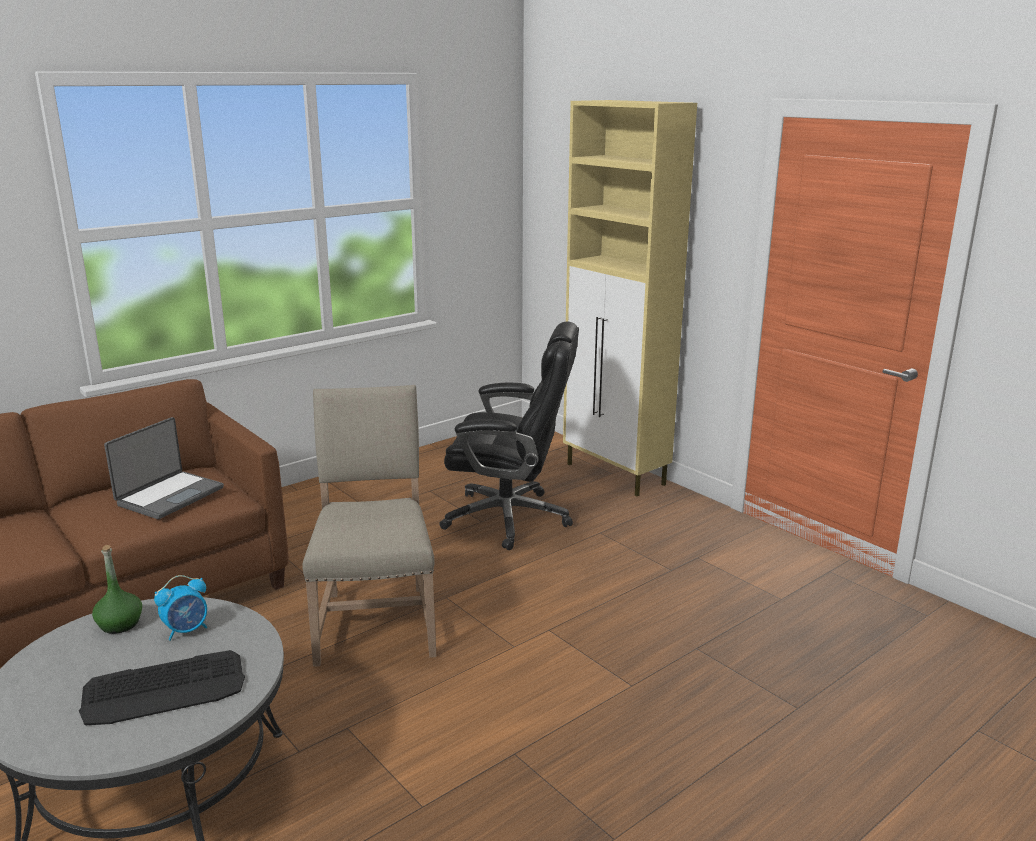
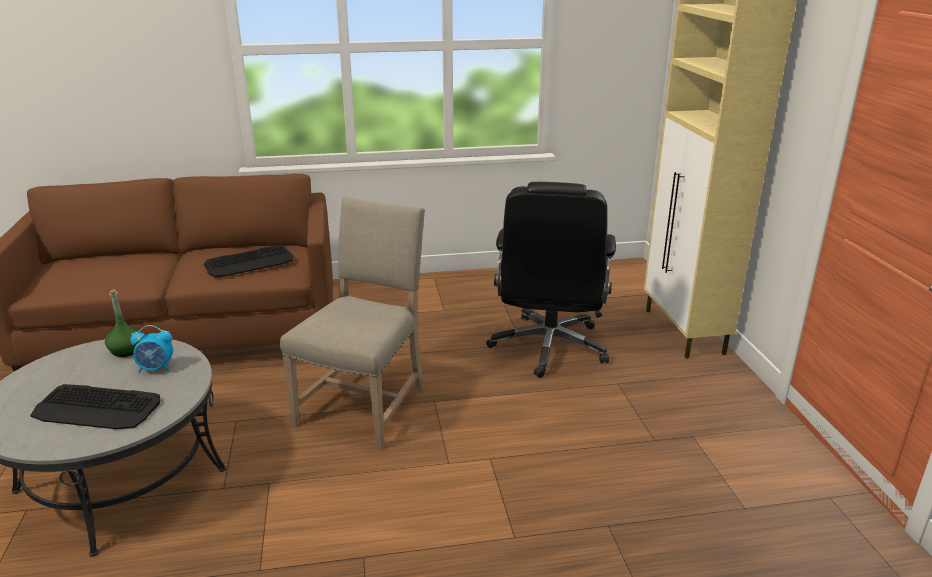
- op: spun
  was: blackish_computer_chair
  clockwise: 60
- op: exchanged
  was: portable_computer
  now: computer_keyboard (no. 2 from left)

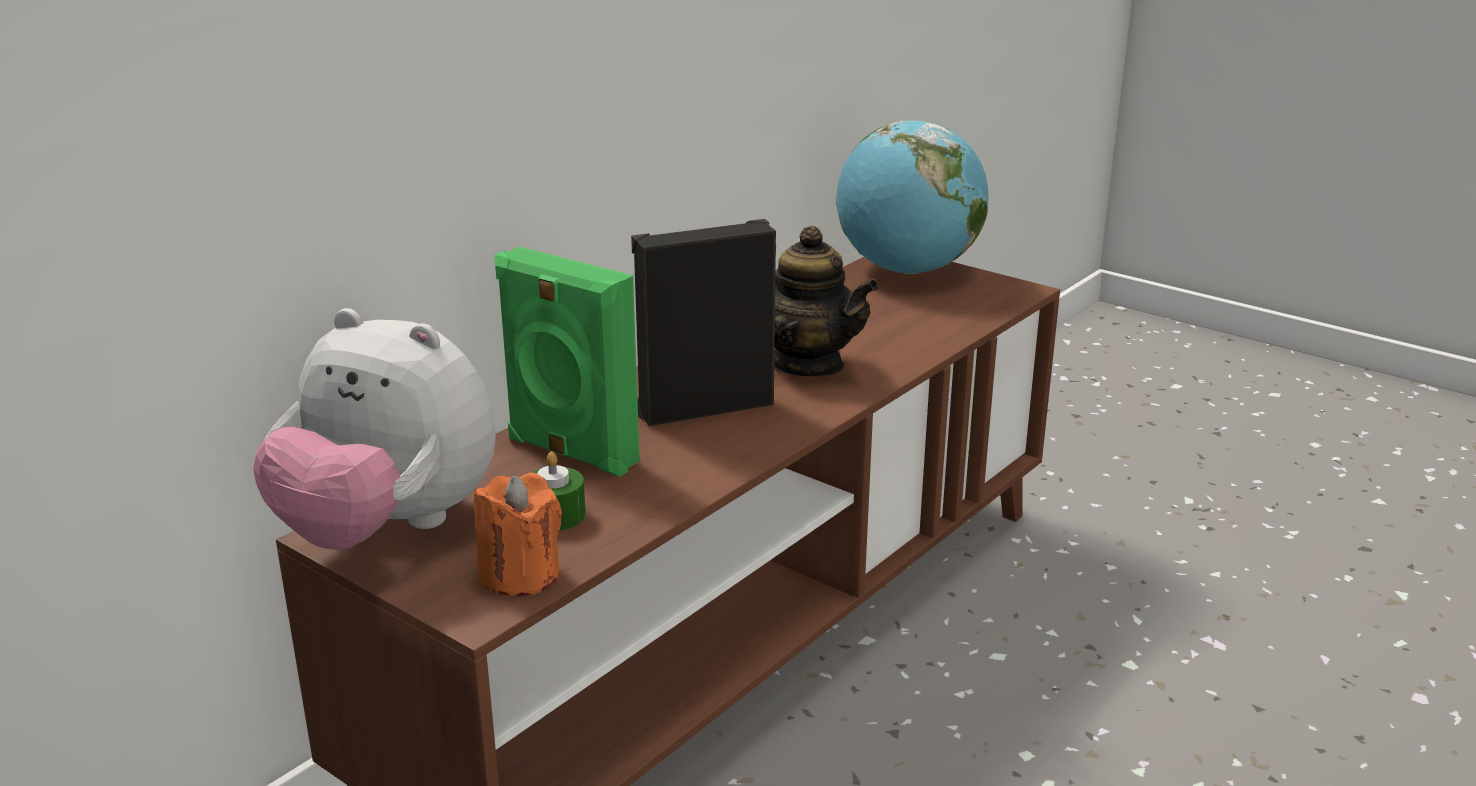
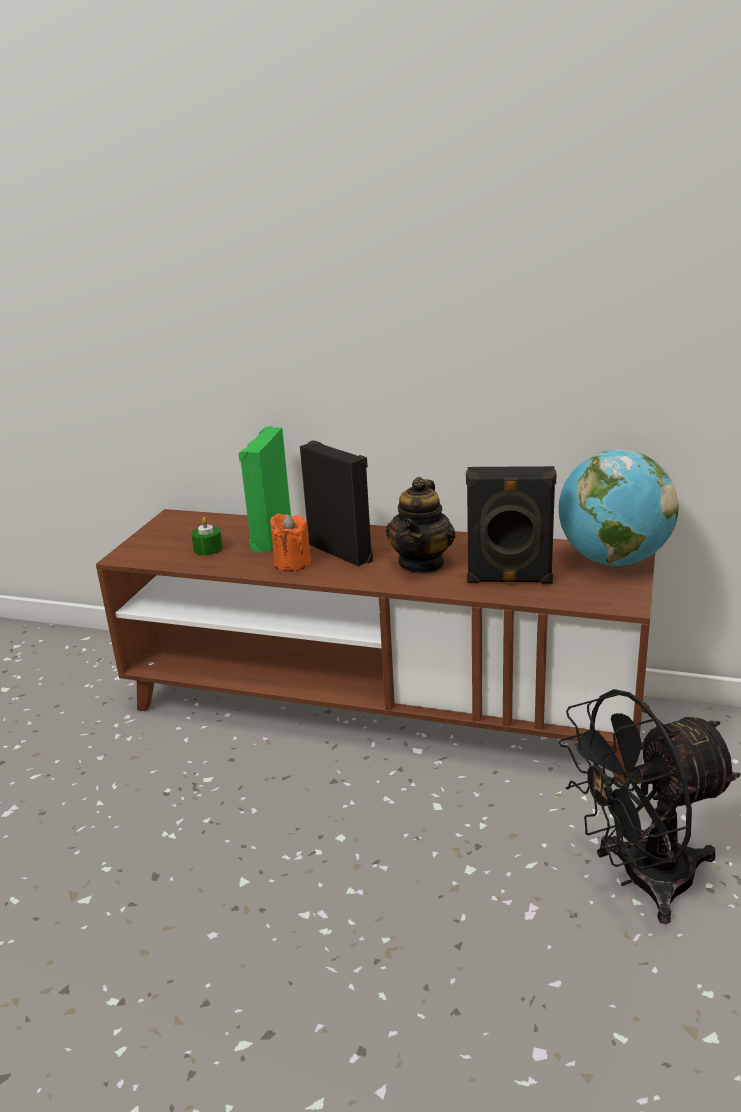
- op: missing
  was: plush_toy
- op: relocated
  was: orange-coloured_wax_light
- op: appeared
  now: blackish_loudspeaker (no. 2 from left)
- op: appeared
  now: blackish_cooling_fan

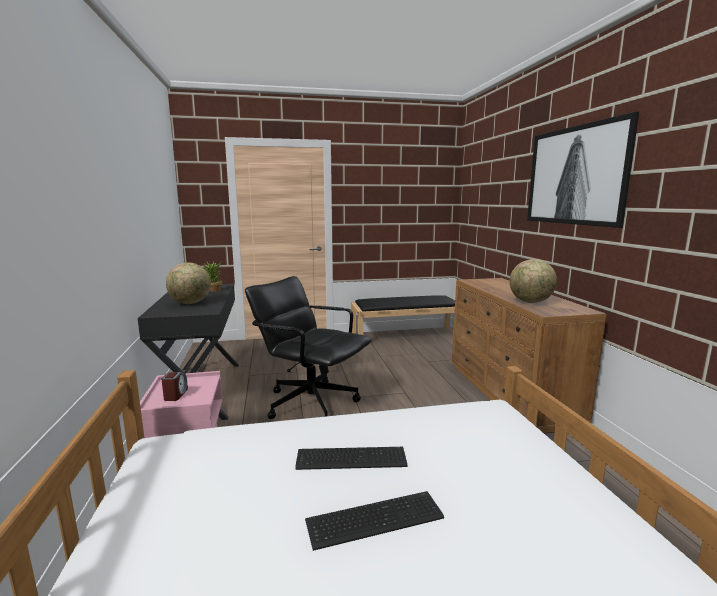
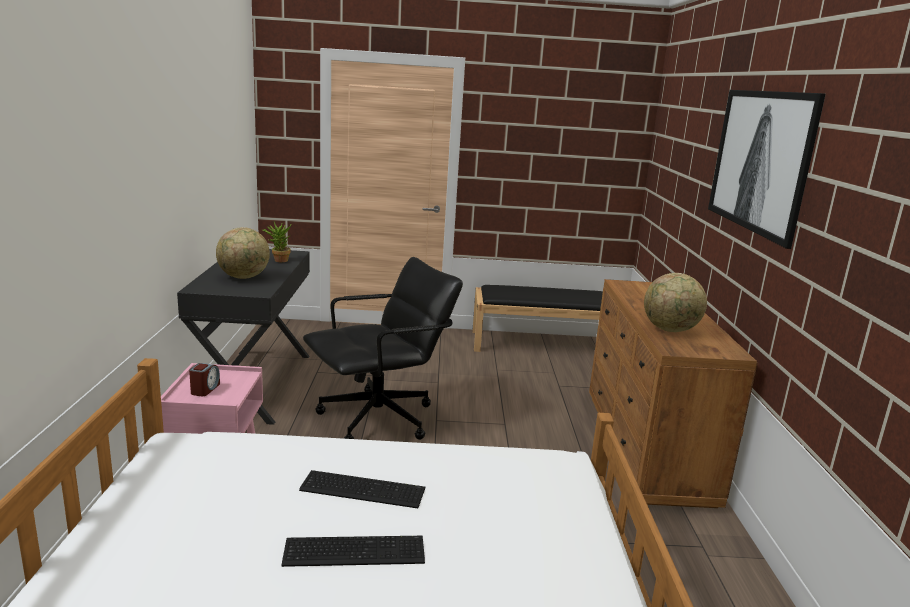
- op: spun
  was: blackish_computer_chair
  clockwise: 105

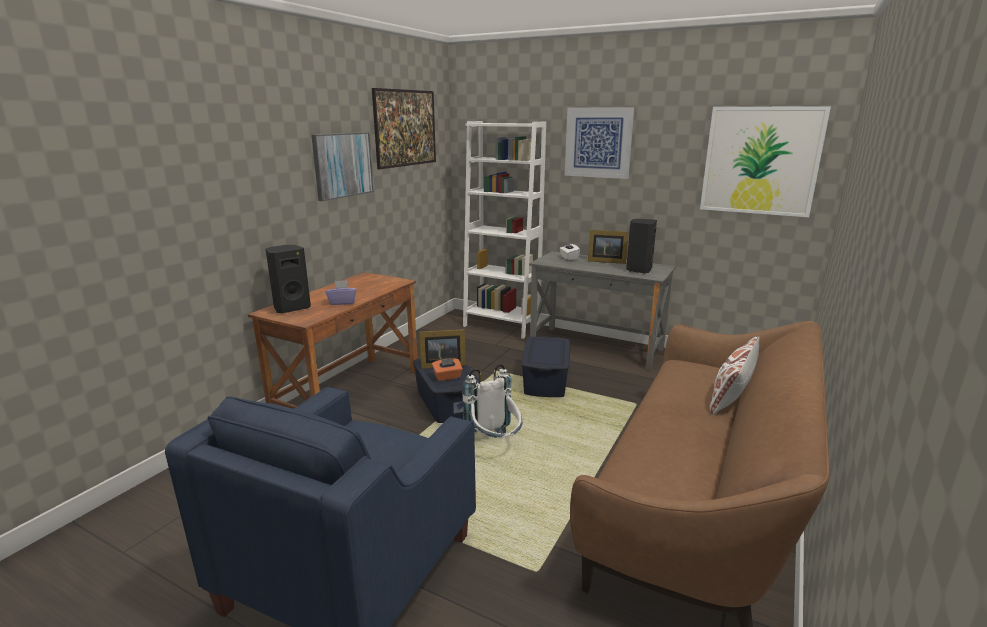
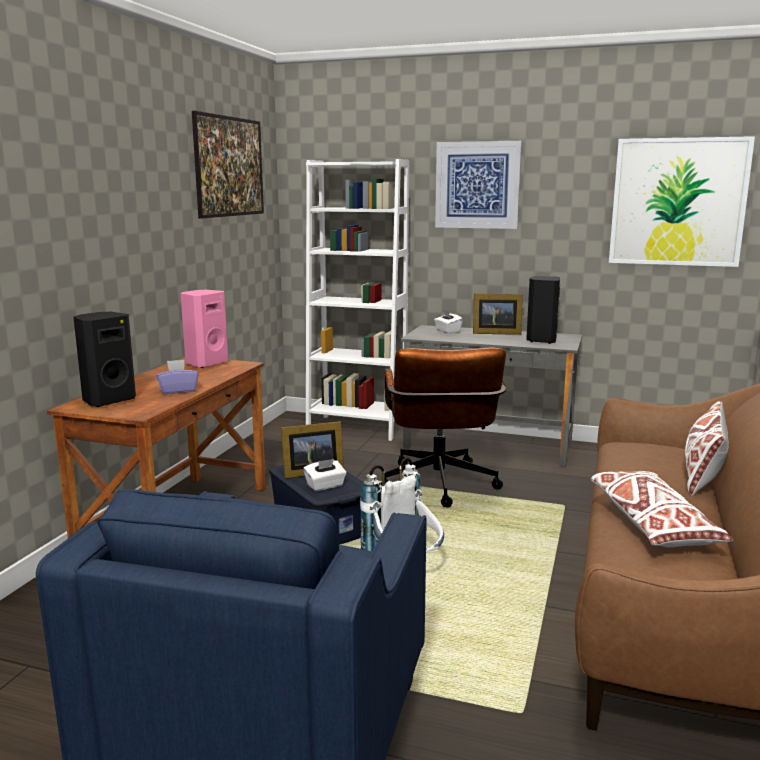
- op: missing
  was: wall_art (no. 1 from left)
- op: exchanged
  was: bluish_storage_container (no. 2 from left)
  now: brown-coloured_computer_chair
- op: colour
  was: orange-coloured_tissue_holder
  now: white-coloured_tissue_holder (no. 1 from left)
- op: appeared
  now: pink-coloured_loudspeaker
- op: appeared
  now: white-coloured_cushion (no. 1 from left)

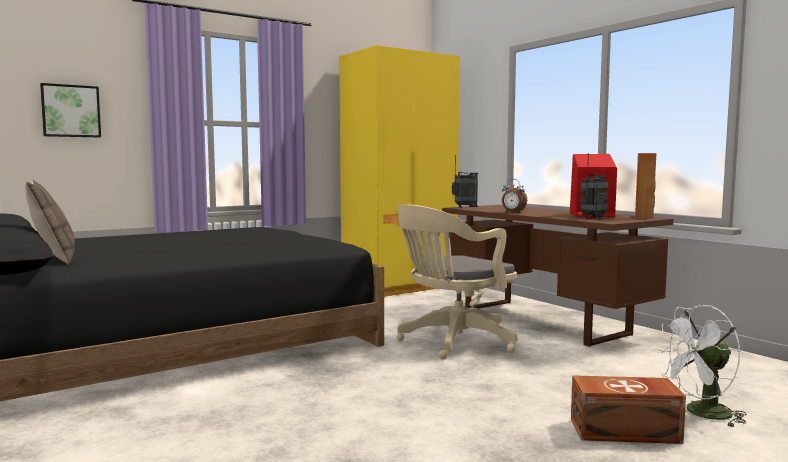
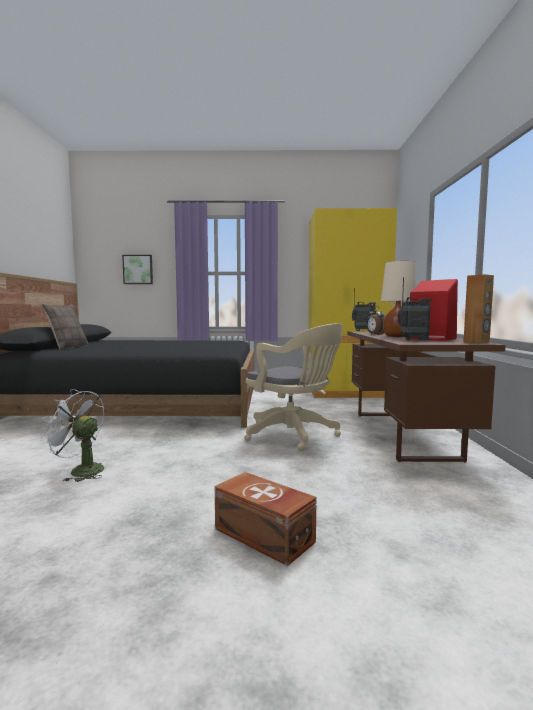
- op: spun
  was: beige_computer_chair
  clockwise: -135
- op: relocated
  was: white-coloured_cooling_fan
- op: appeared
  now: beige_table_lamp

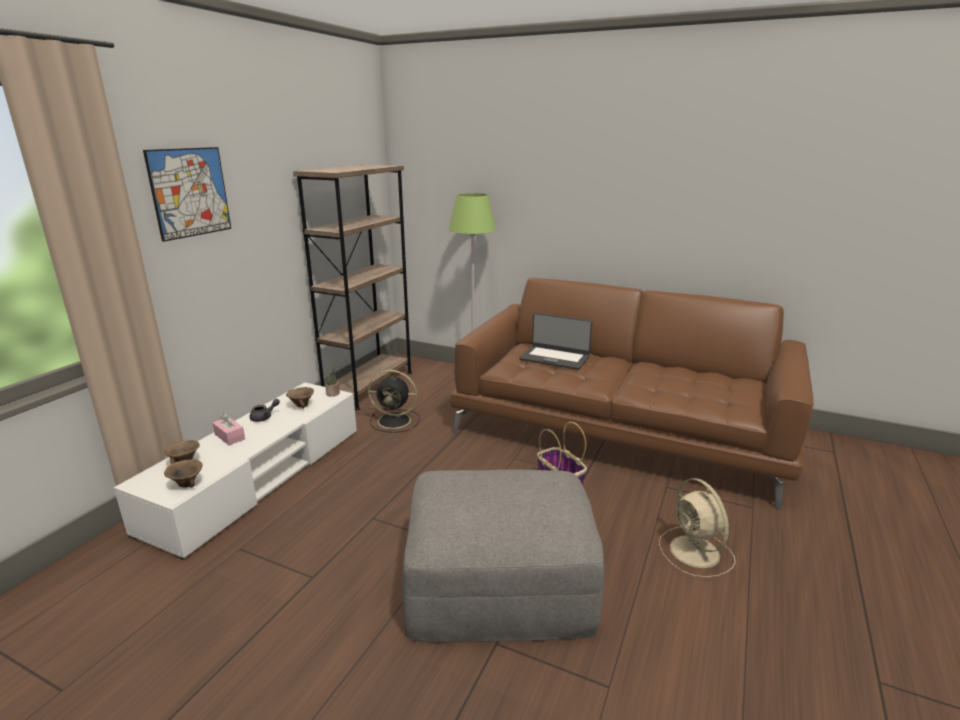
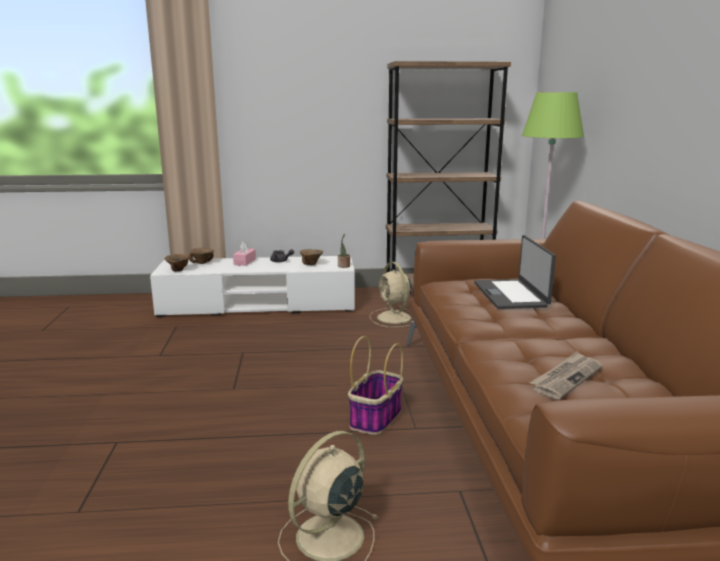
- op: missing
  was: wall_art
- op: colour
  was: blackish_cooling_fan
  now: beige_cooling_fan (no. 2 from left)
- op: missing
  was: grey_ottoman
- op: appeared
  now: printed_paper

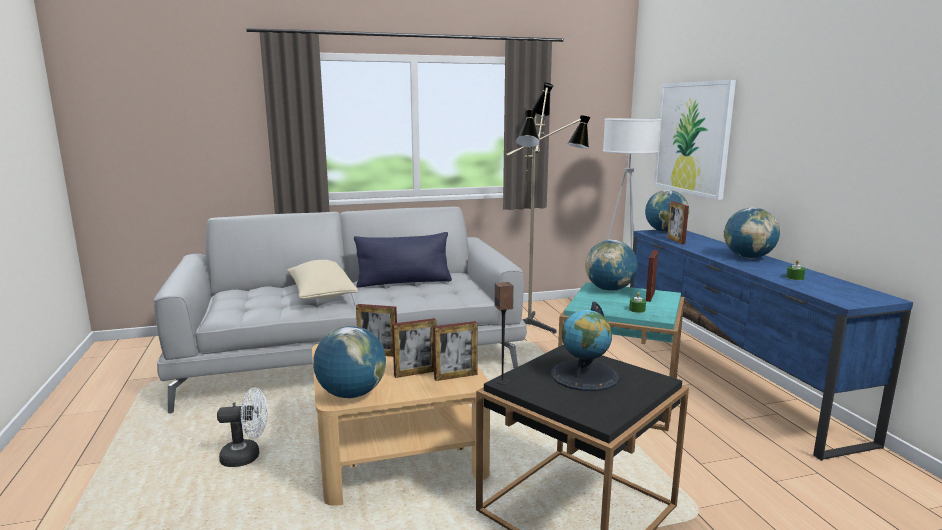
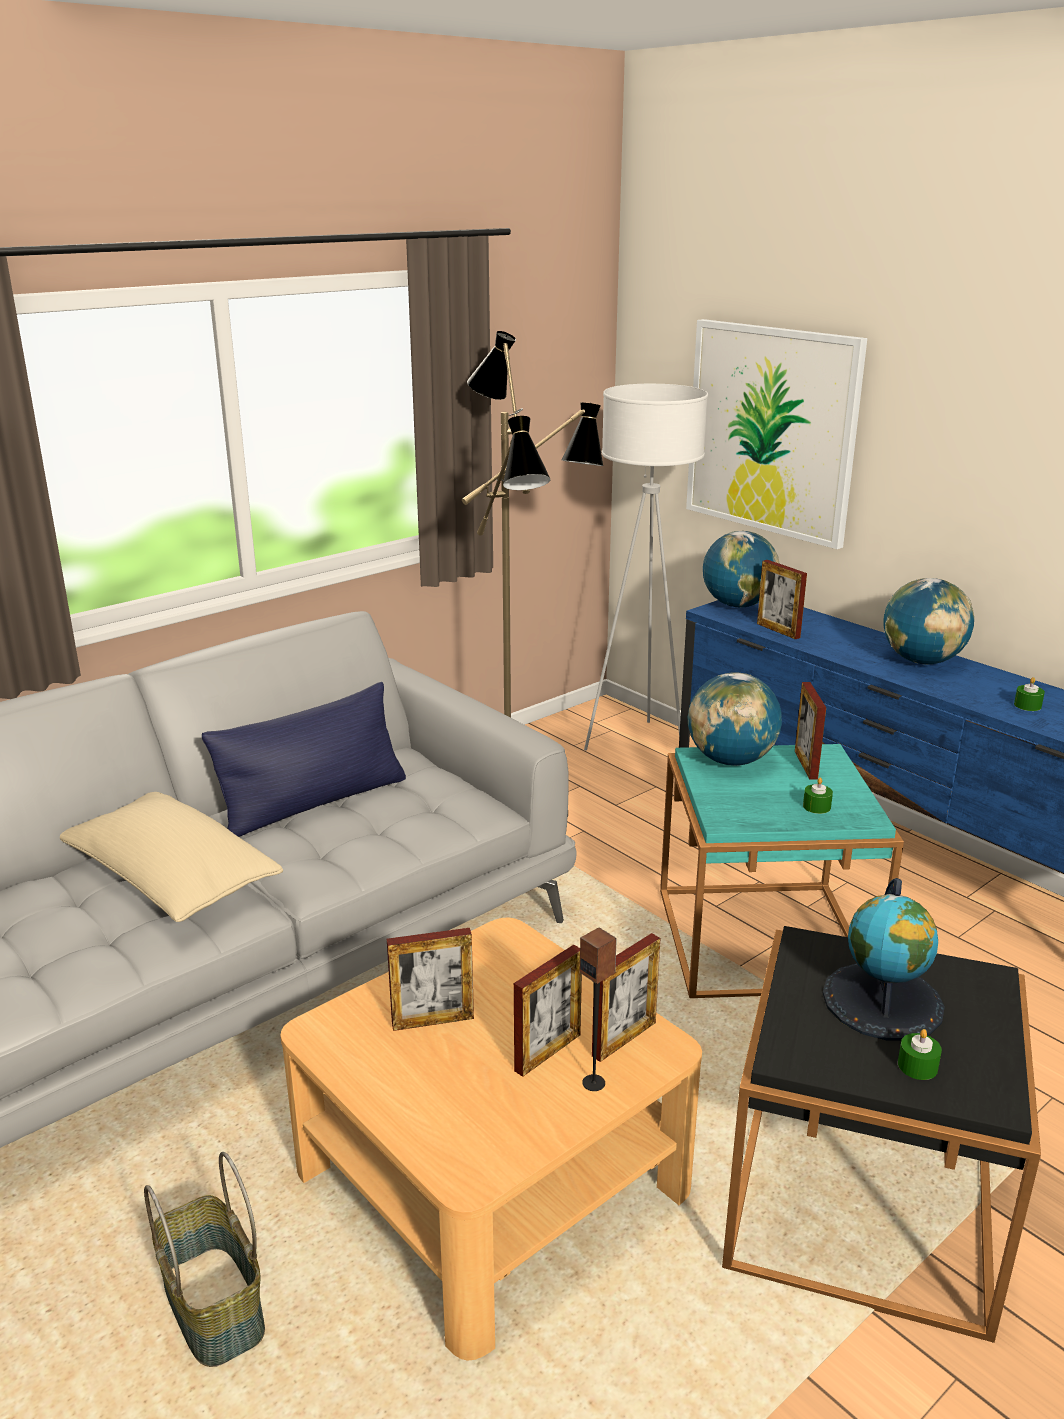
- op: relocated
  was: loudspeaker
- op: missing
  was: world_globe (no. 1 from left)
- op: exchanged
  was: white-coloured_cooling_fan
  now: basket
- op: appeared
  now: green_wax_light (no. 2 from left)

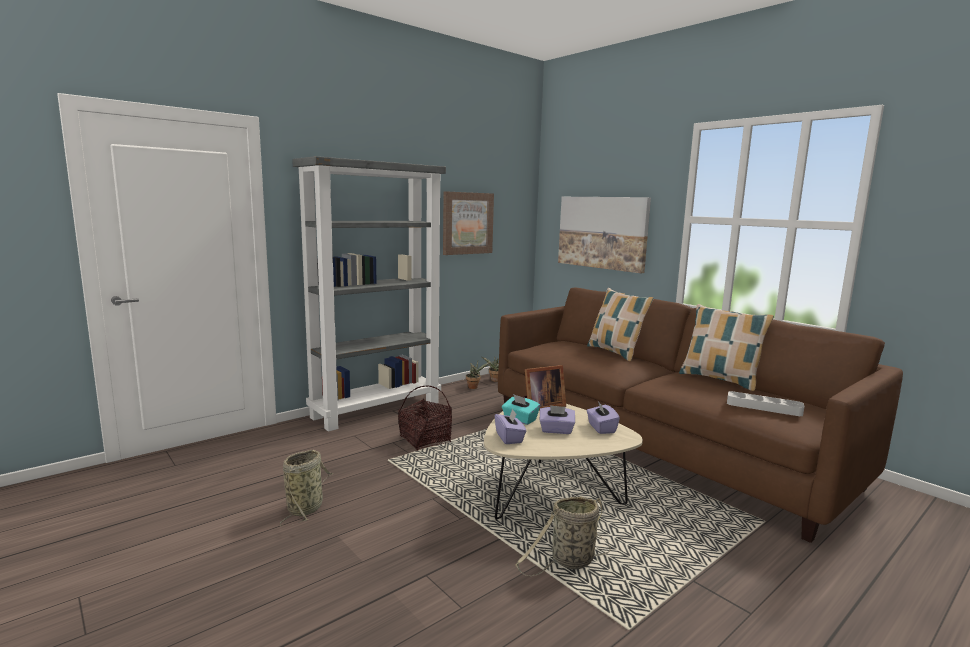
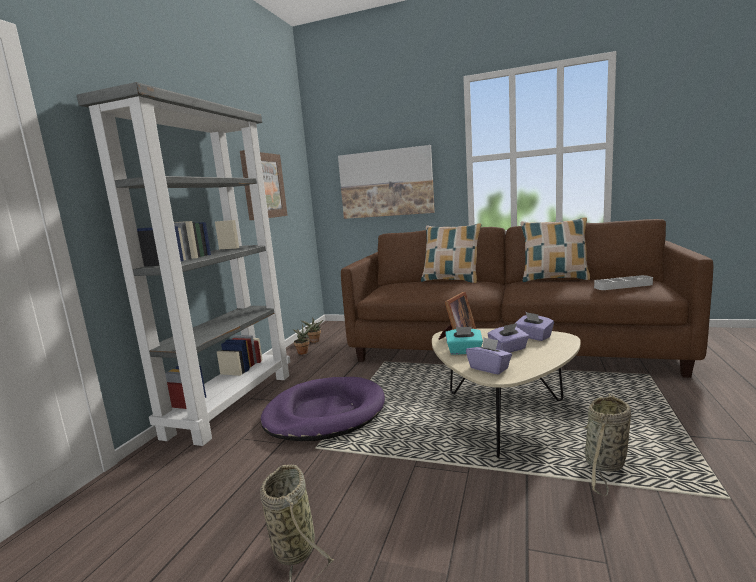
- op: exchanged
  was: basket (no. 2 from left)
  now: purple-coloured_dog_cushion

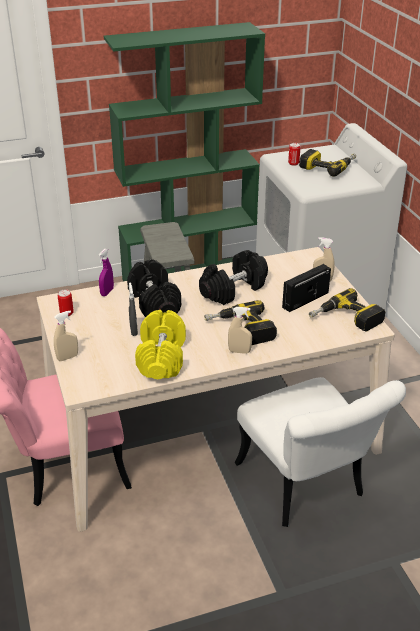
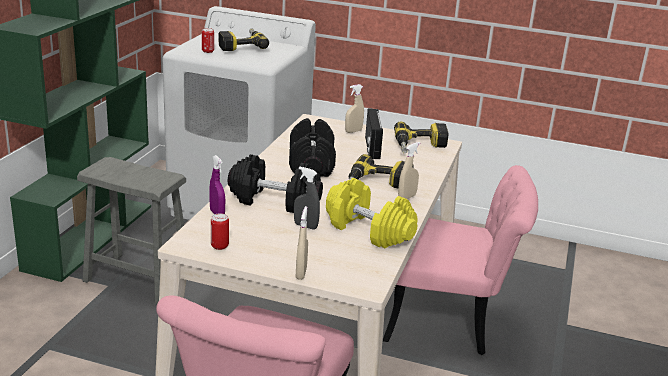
- op: colour
  was: white-coloured_chair
  now: pink-coloured_chair (no. 2 from left)

